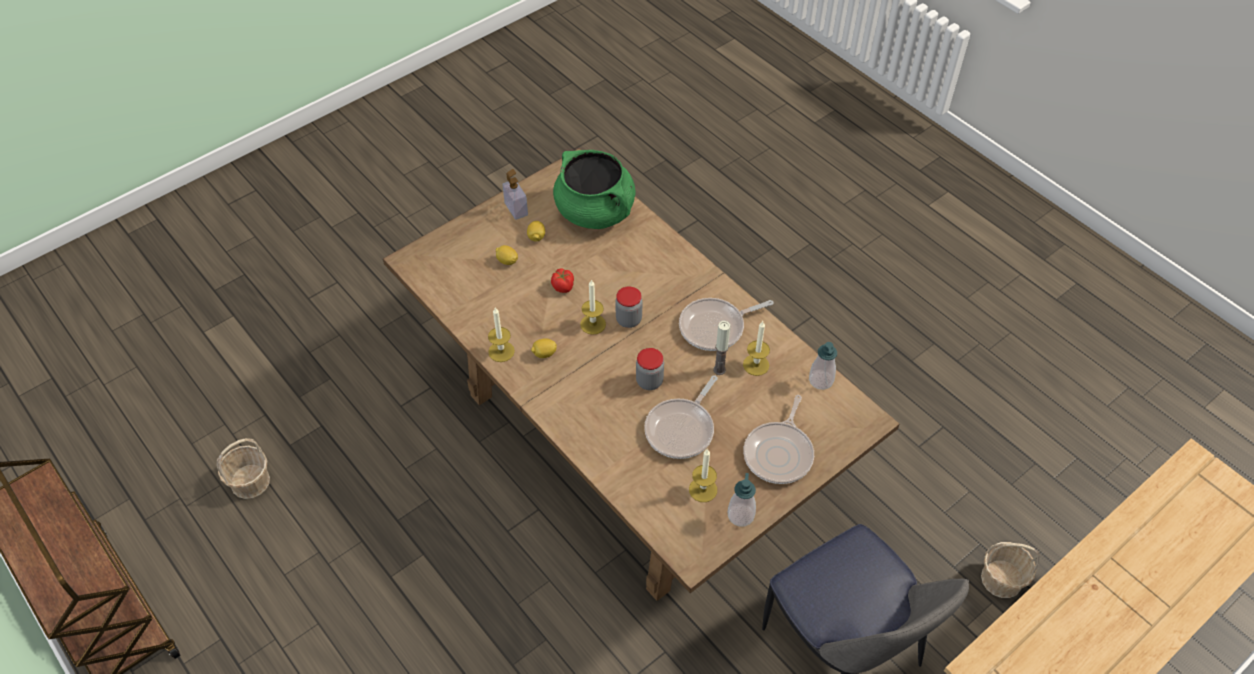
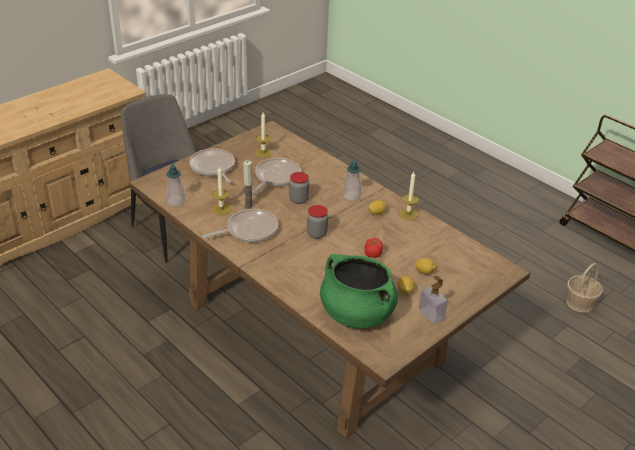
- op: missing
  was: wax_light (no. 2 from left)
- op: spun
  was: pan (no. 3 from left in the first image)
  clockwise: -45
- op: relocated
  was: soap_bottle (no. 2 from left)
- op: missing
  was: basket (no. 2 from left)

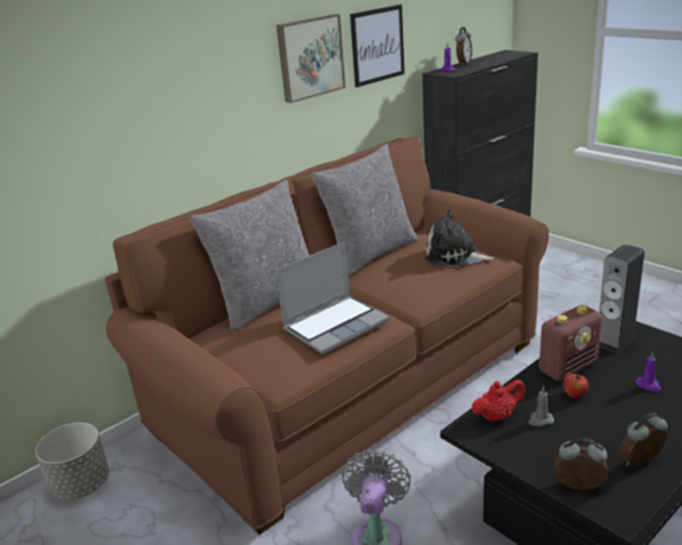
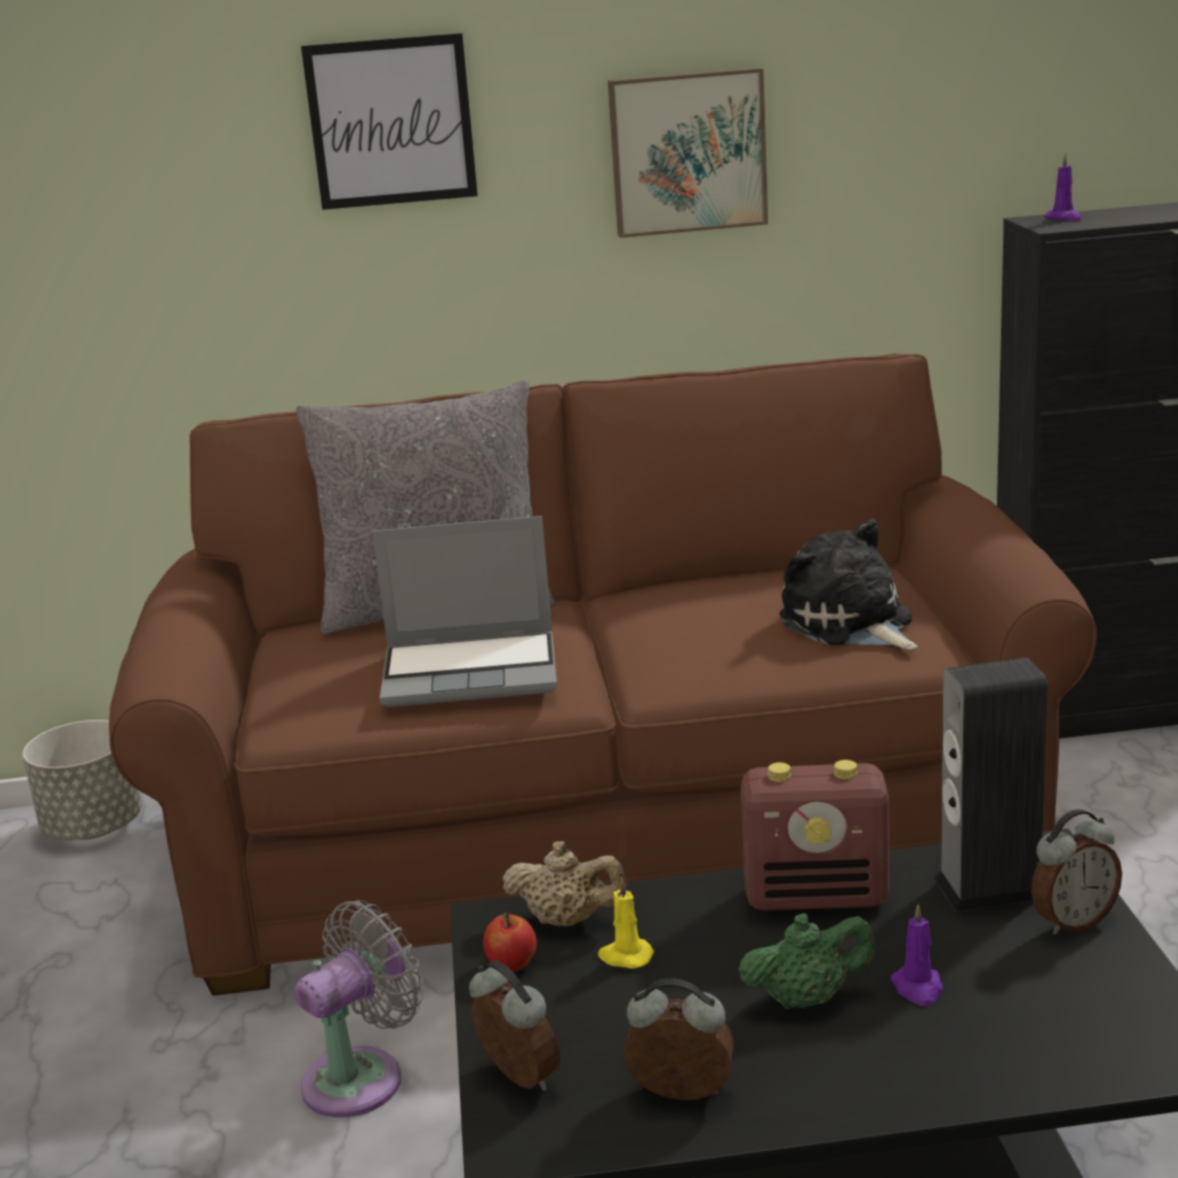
- op: relocated
  was: wall_art (no. 2 from left in the first image)
  now: wall_art (no. 1 from left)
- op: relocated
  was: alarm_clock (no. 1 from left in the first image)
  now: alarm_clock (no. 3 from left)
- op: missing
  was: grey_cushion (no. 2 from left)
- op: relocated
  was: whole_apple
- op: colour
  was: red-coloured_teapot
  now: beige_teapot
- op: colour
  was: grey_wax_light
  now: yellow_wax_light
- op: appeared
  now: green_teapot

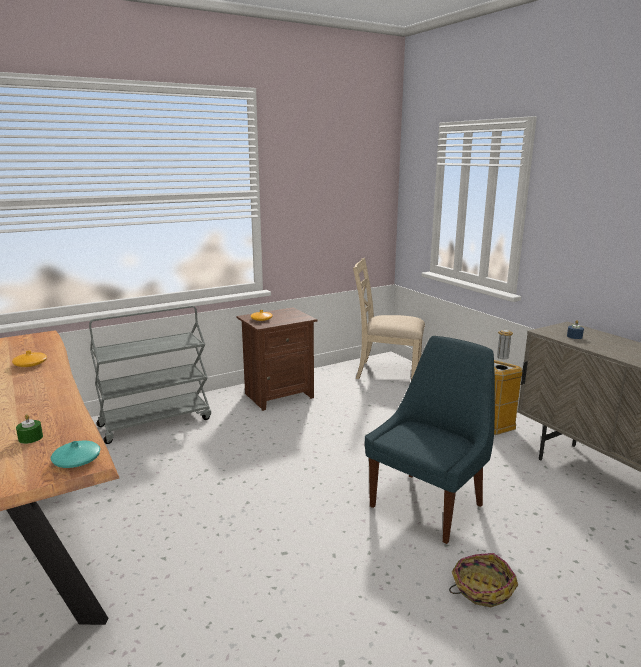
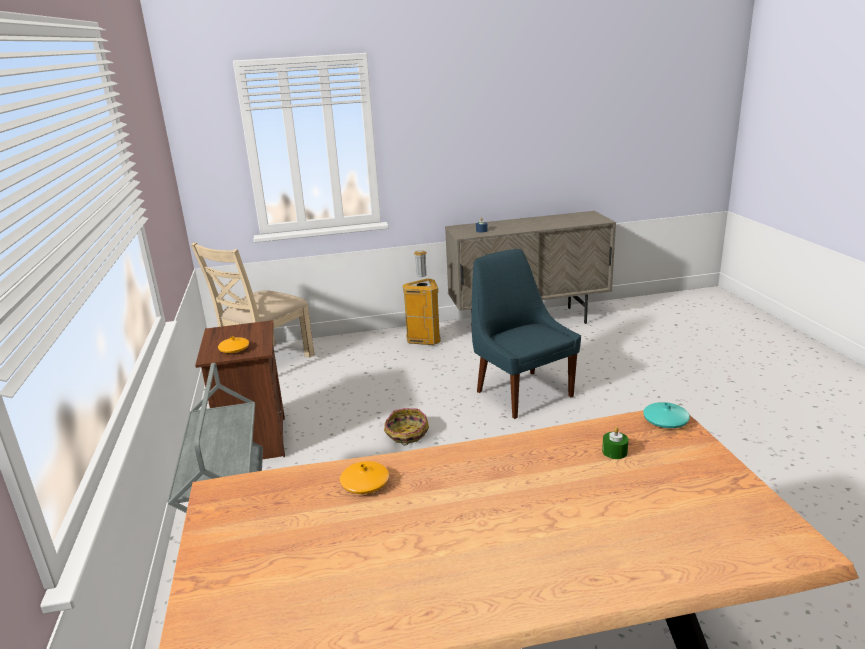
- op: relocated
  was: basket

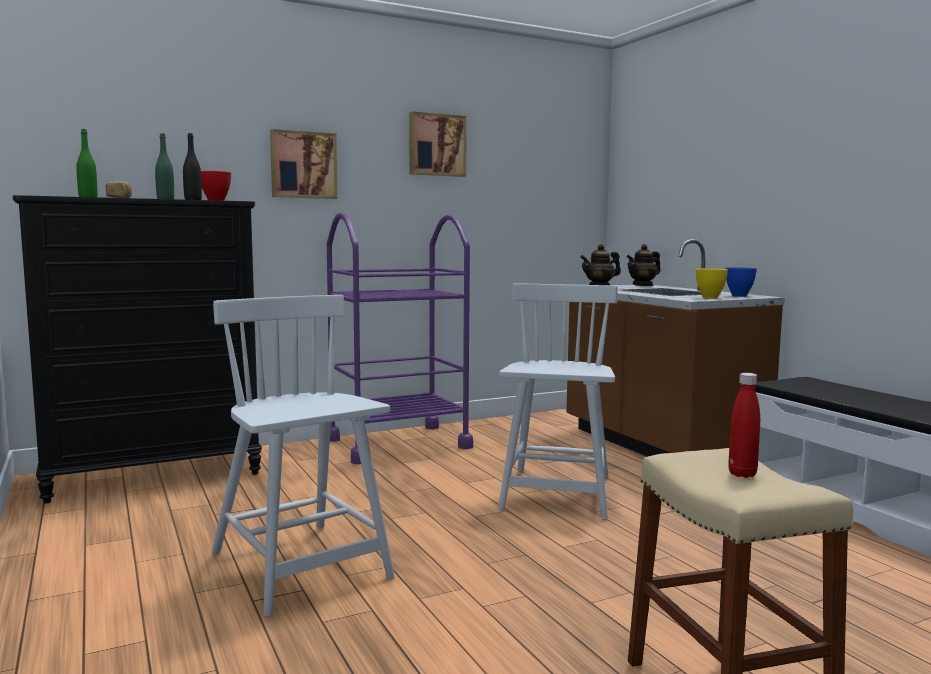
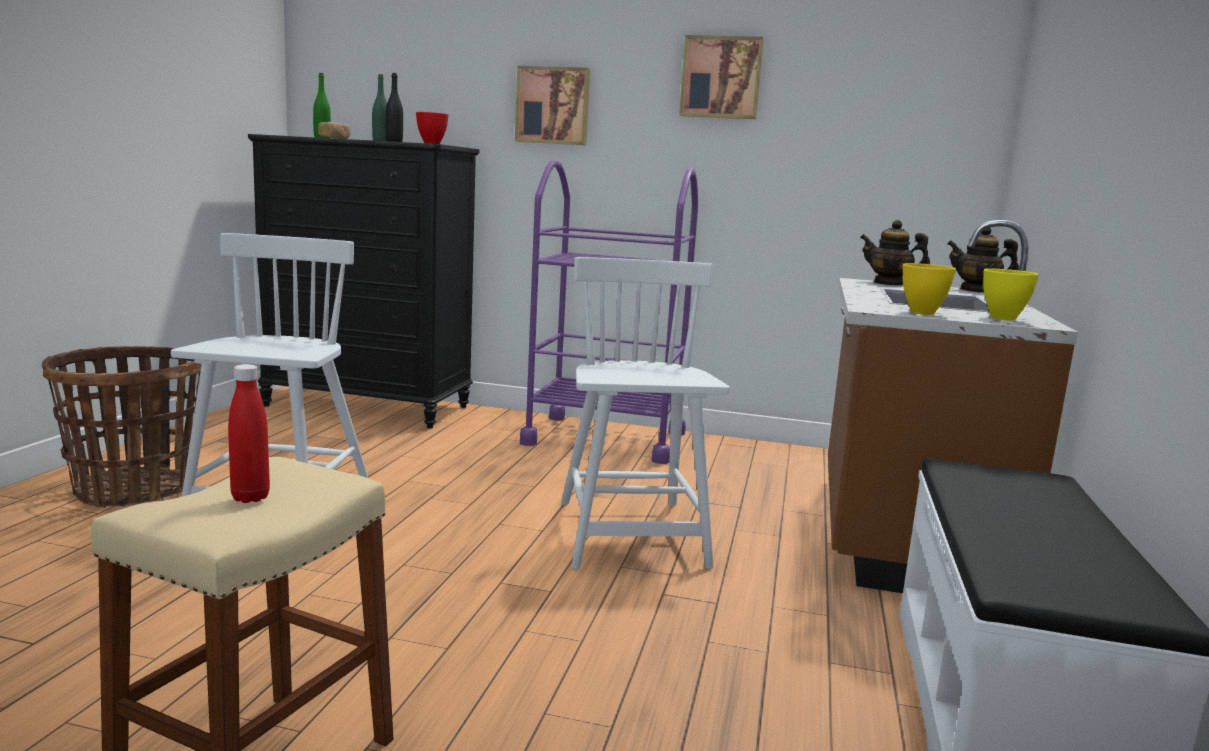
- op: colour
  was: bluish_serving_bowl
  now: yellow_serving_bowl (no. 2 from left)
- op: spun
  was: white-coloured_chair (no. 2 from left)
  clockwise: -60
- op: appeared
  now: basket

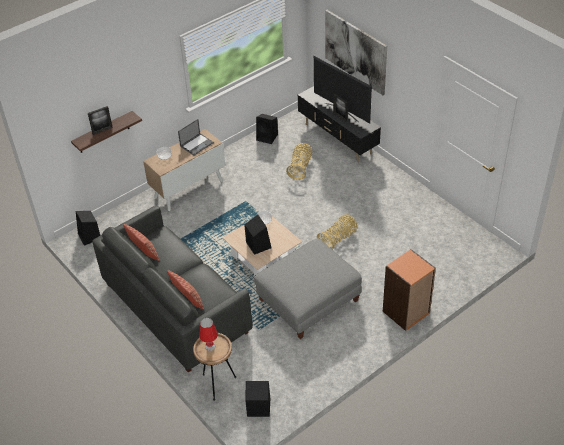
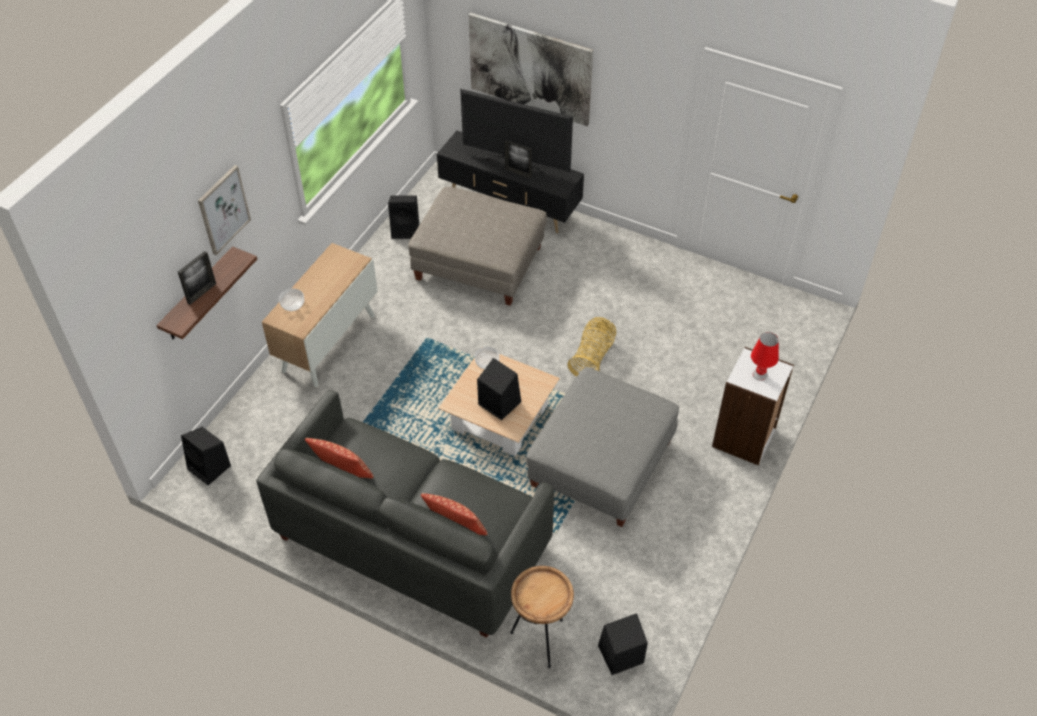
- op: missing
  was: portable_computer
- op: exchanged
  was: basket (no. 1 from left)
  now: grey_ottoman (no. 1 from left)
- op: colour
  was: orange-coloured_bookcase
  now: white-coloured_bookcase
- op: relocated
  was: red-coloured_table_lamp
- op: appeared
  now: wall_art (no. 1 from left)

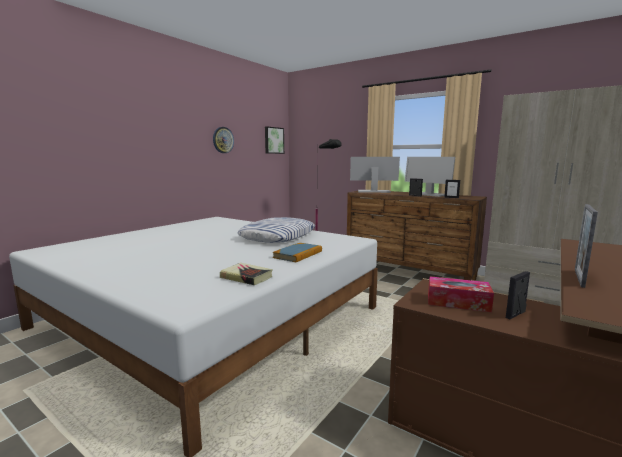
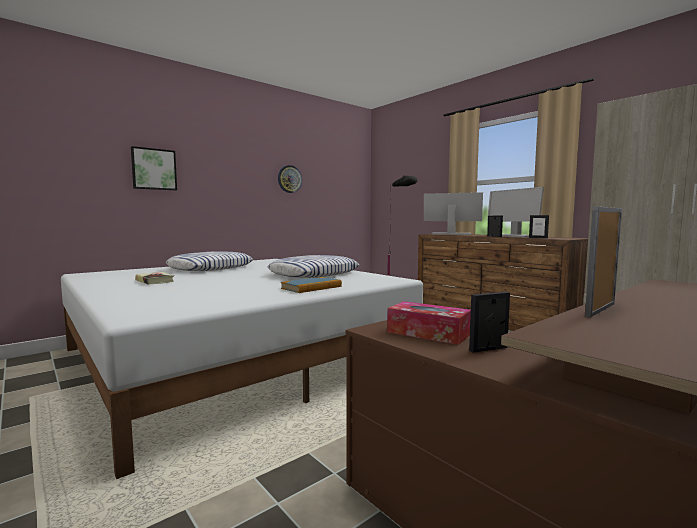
- op: relocated
  was: wall_art
- op: relocated
  was: volume (no. 1 from left)
- op: appeared
  now: cushion (no. 1 from left)

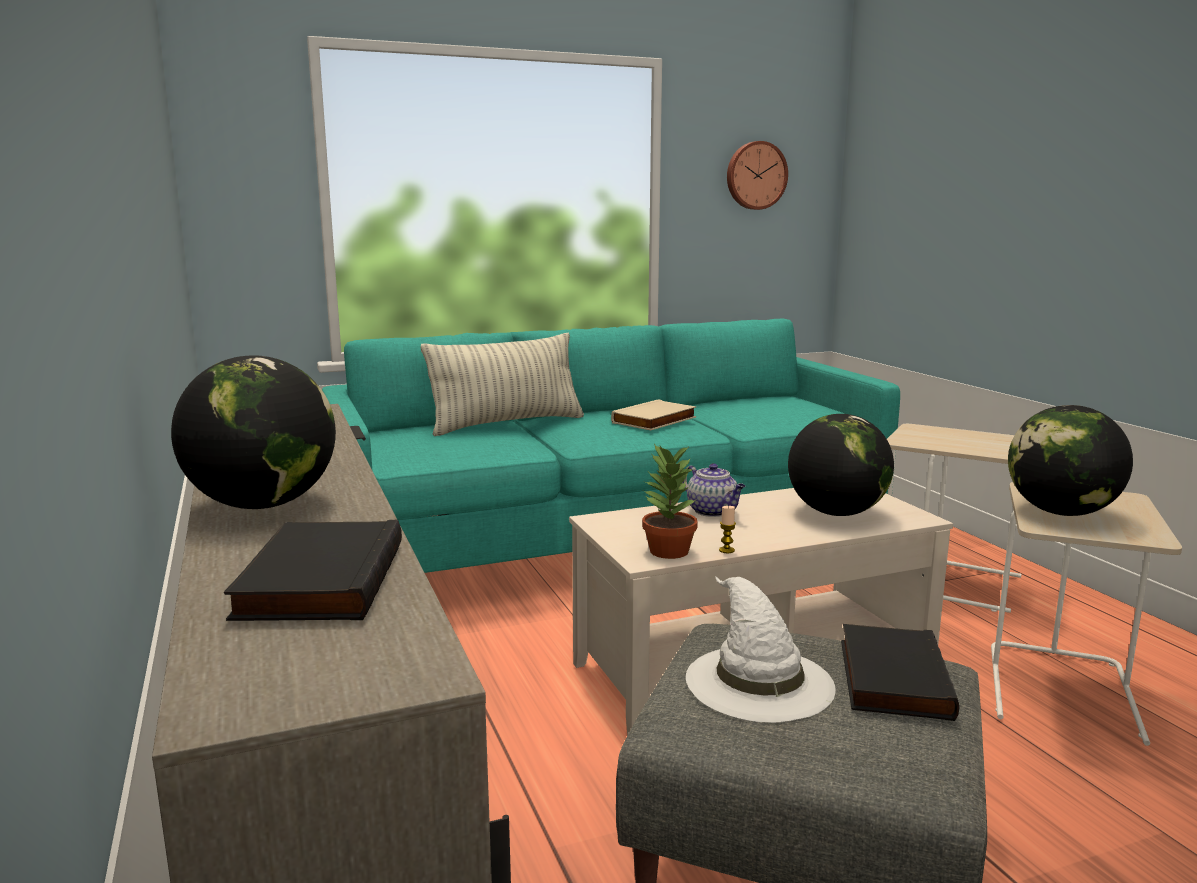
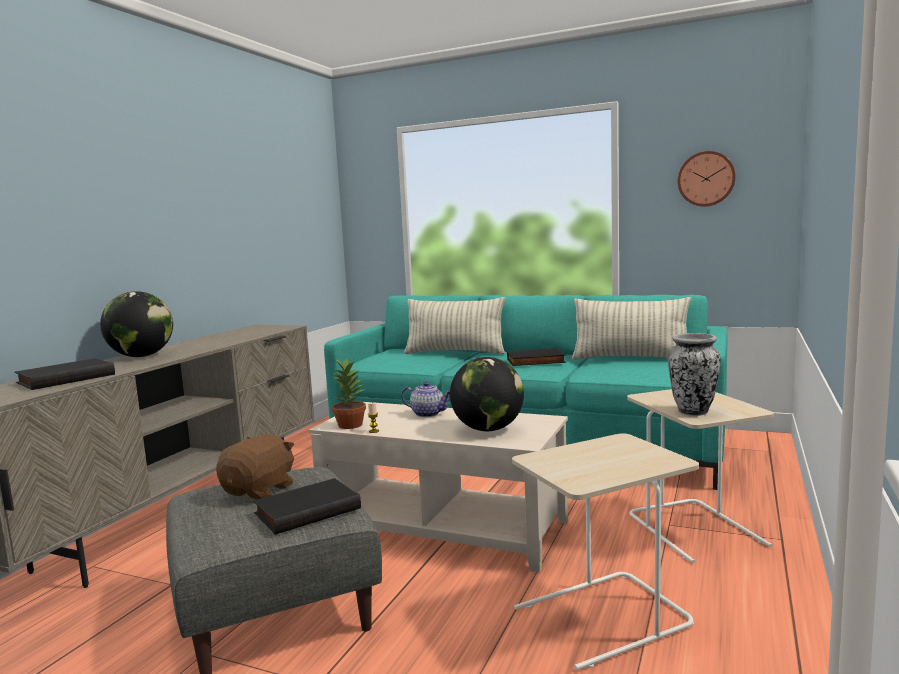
- op: colour
  was: beige_volume
  now: blackish_volume (no. 3 from left)
- op: missing
  was: world_globe (no. 3 from left)
- op: spun
  was: teapot
  clockwise: -75
- op: exchanged
  was: white-coloured_wearable_hat
  now: brown-coloured_plush_toy
- op: appeared
  now: cushion (no. 2 from left)
- op: appeared
  now: flower_vase

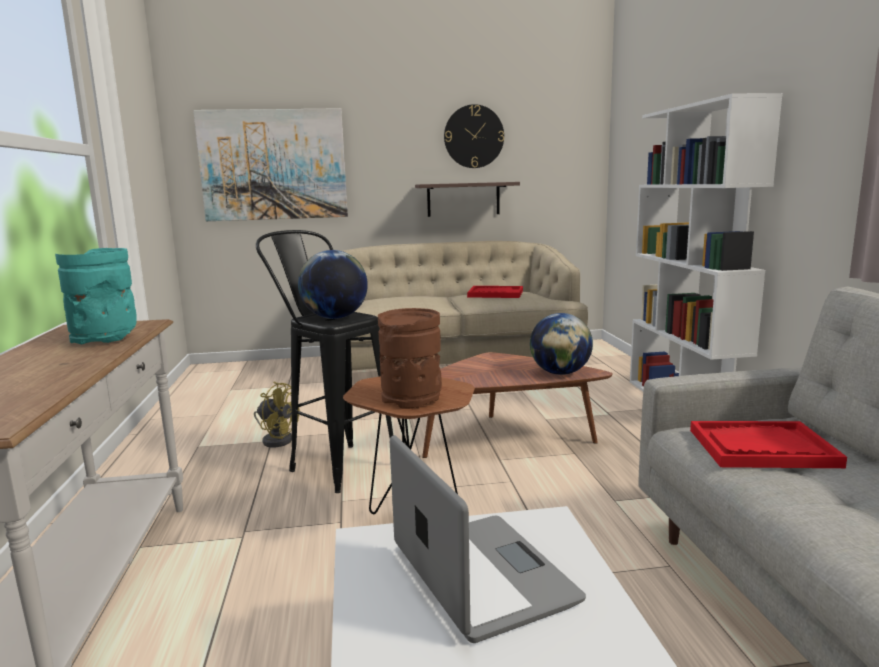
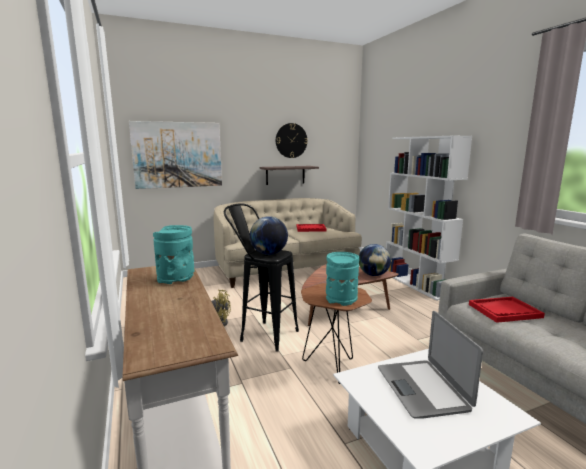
- op: colour
  was: brown-coloured_flower_vase
  now: turquoise_flower_vase (no. 2 from left)
- op: spun
  was: portable_computer
  clockwise: -150

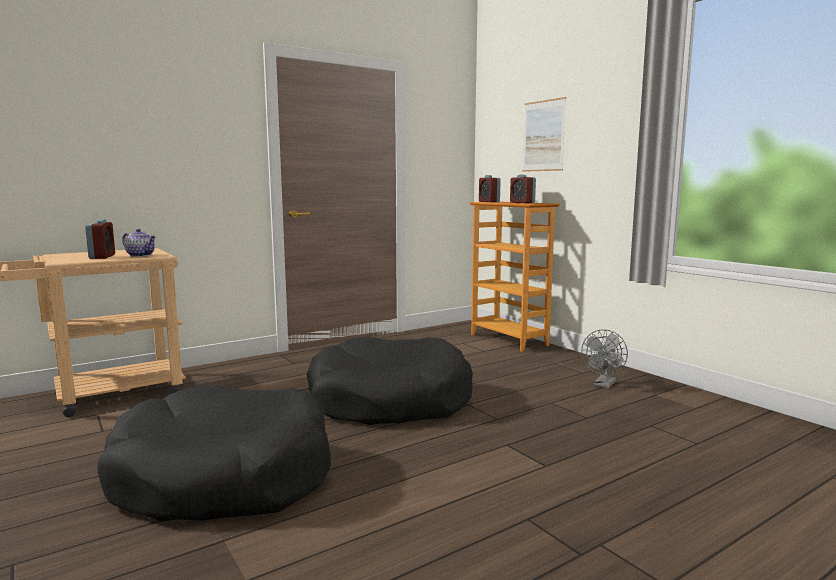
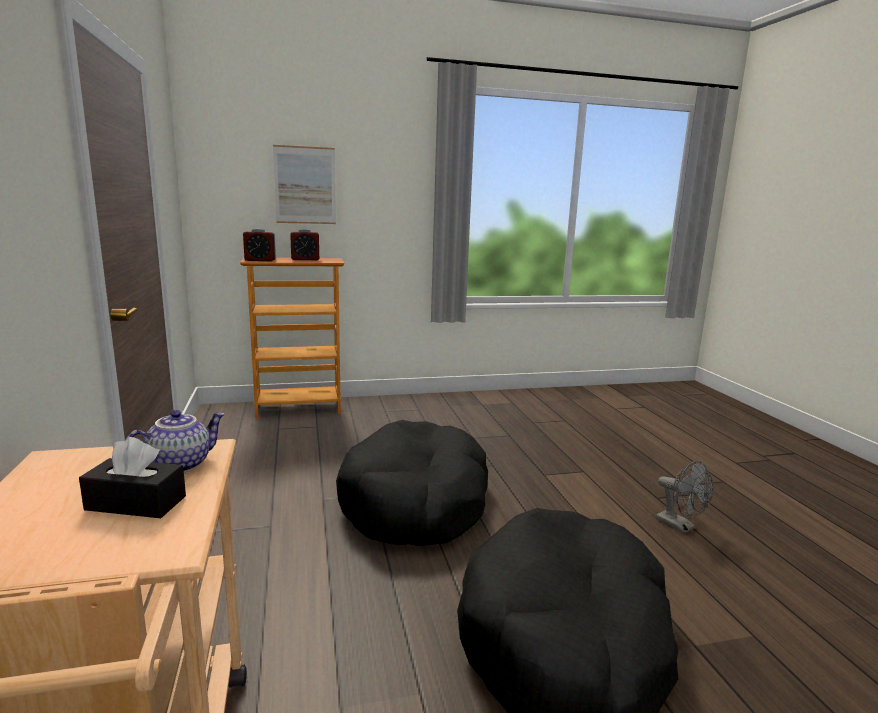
- op: exchanged
  was: alarm_clock (no. 1 from left)
  now: blackish_tissue_holder
- op: relocated
  was: grey_cooling_fan

